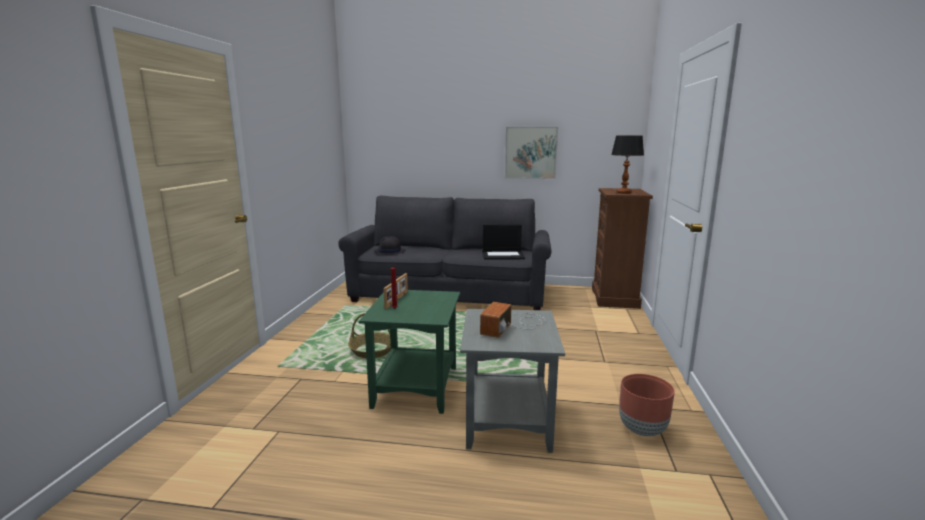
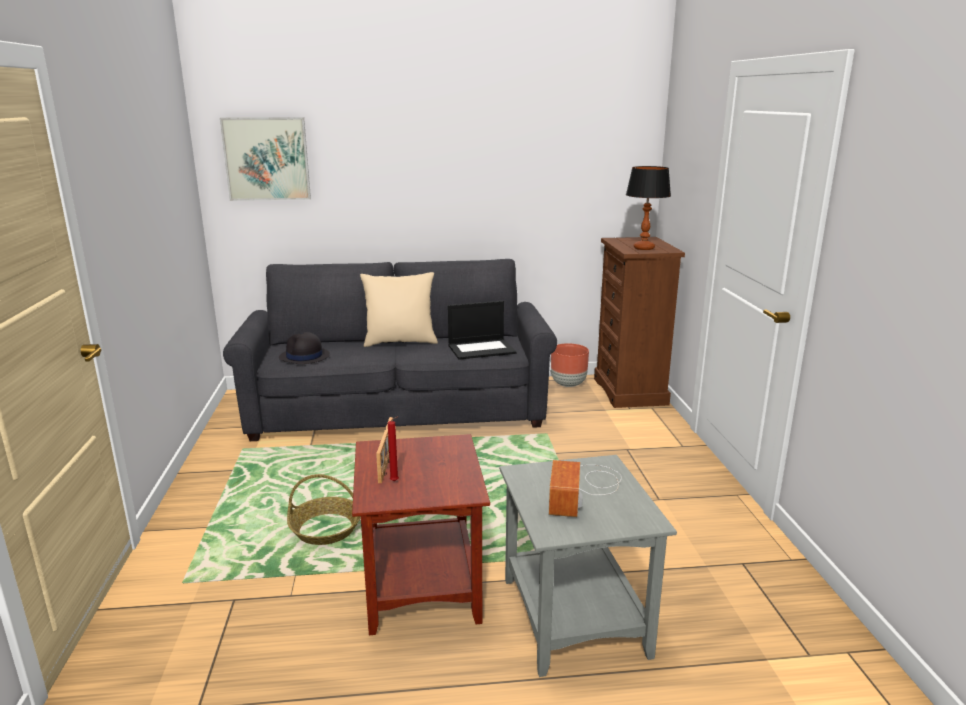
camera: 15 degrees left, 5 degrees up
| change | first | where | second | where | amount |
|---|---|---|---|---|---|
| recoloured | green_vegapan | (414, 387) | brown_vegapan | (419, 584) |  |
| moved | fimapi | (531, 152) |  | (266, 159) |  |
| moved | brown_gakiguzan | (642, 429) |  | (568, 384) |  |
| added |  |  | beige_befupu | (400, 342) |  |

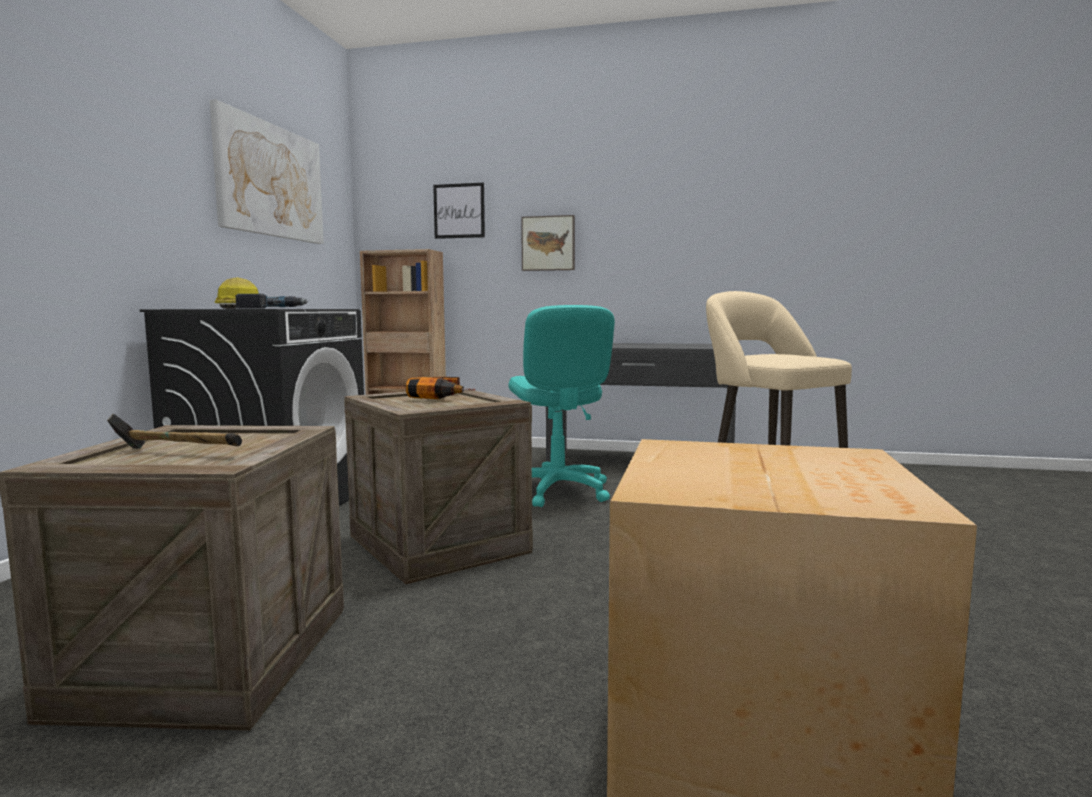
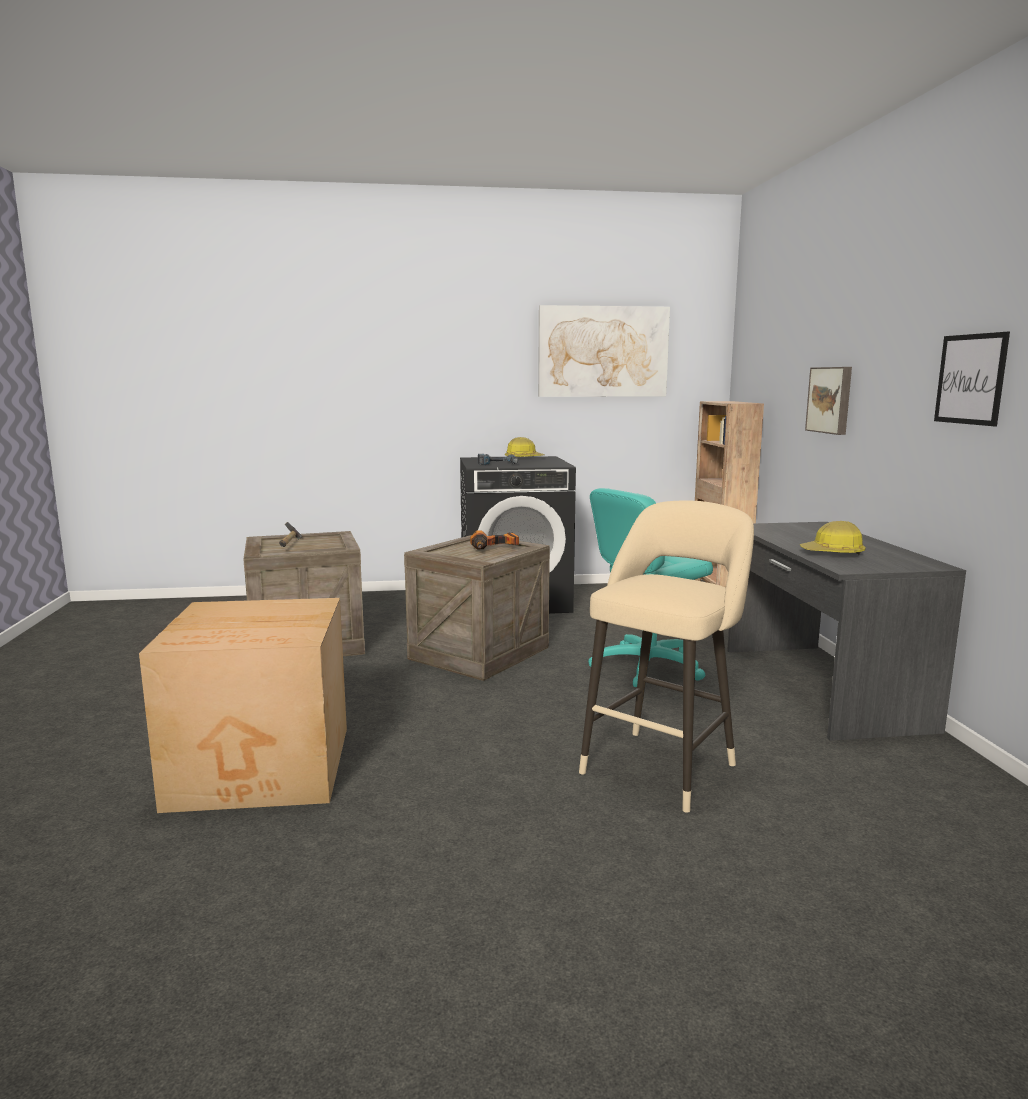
camera: 70 degrees right, 5 degrees up
| change | first | where | second | where | amount |
|---|---|---|---|---|---|
| moved | fimapi | (459, 211) |  | (970, 379) |  |
| added |  |  | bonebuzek | (833, 553) |  |

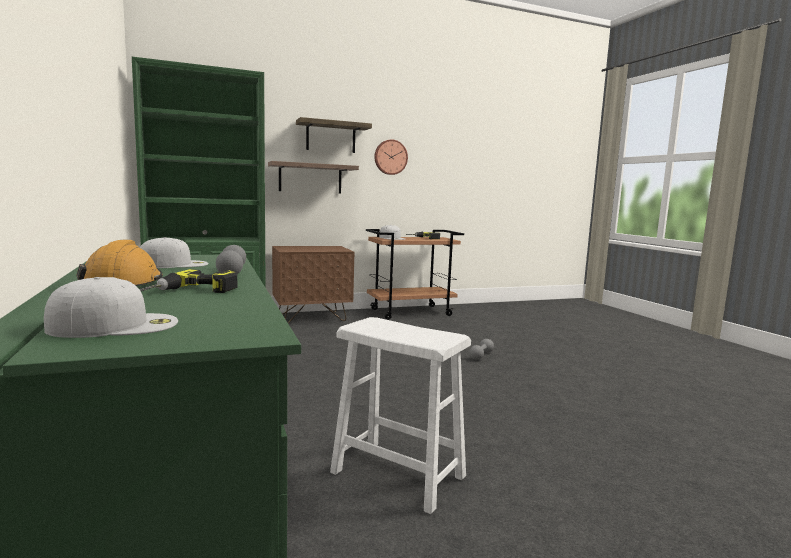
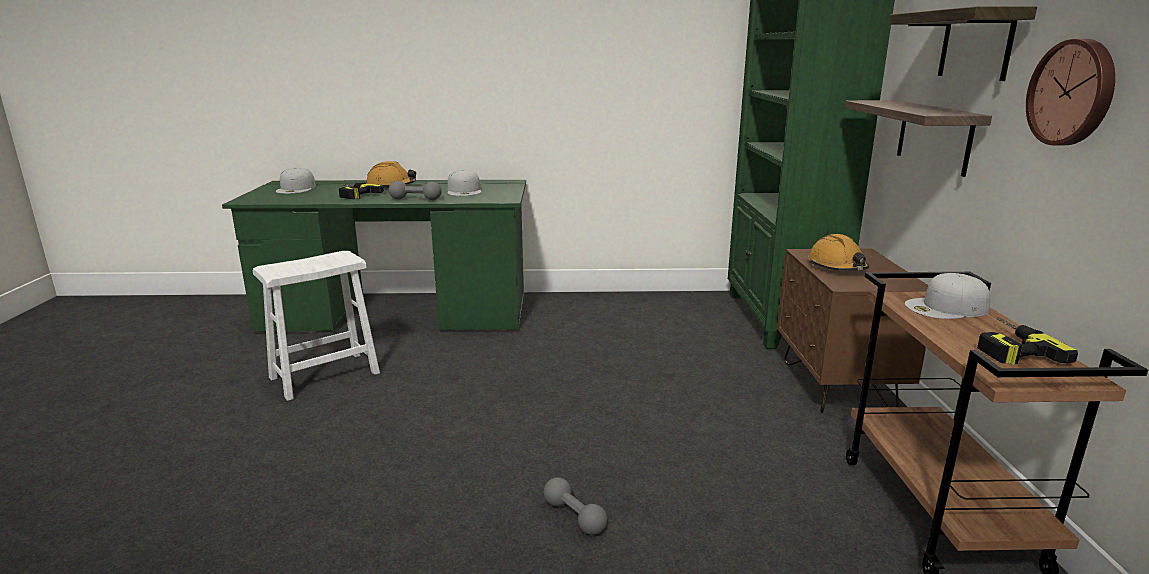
camera: 110 degrees right, 10 degrees up
| change | first | where | second | where | amount |
|---|---|---|---|---|---|
| added |  |  | orange_bonebuzek | (837, 267) |  |

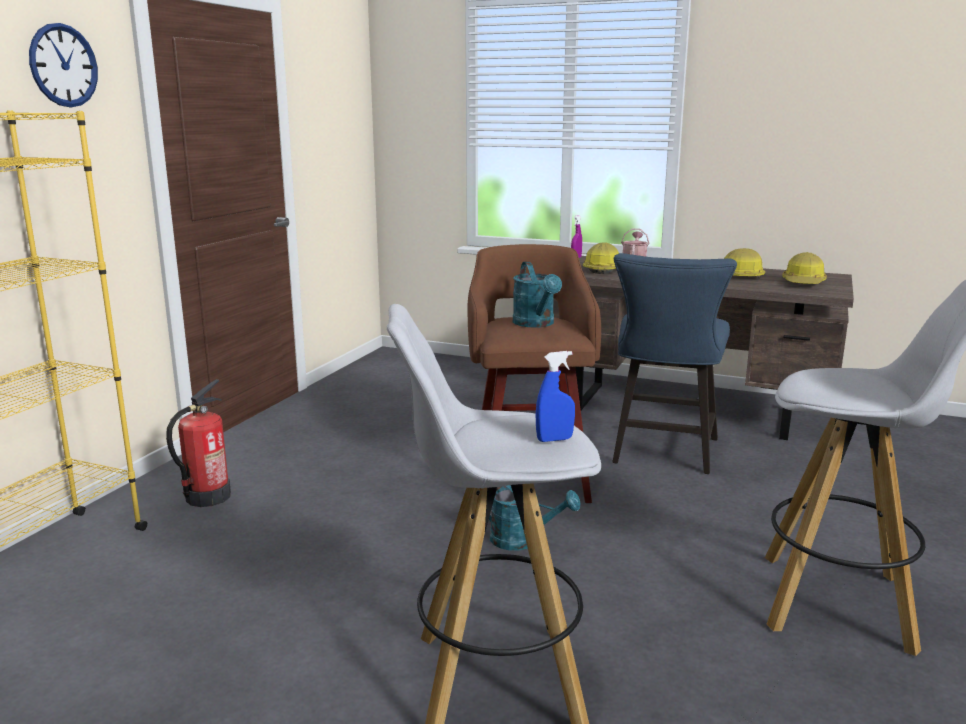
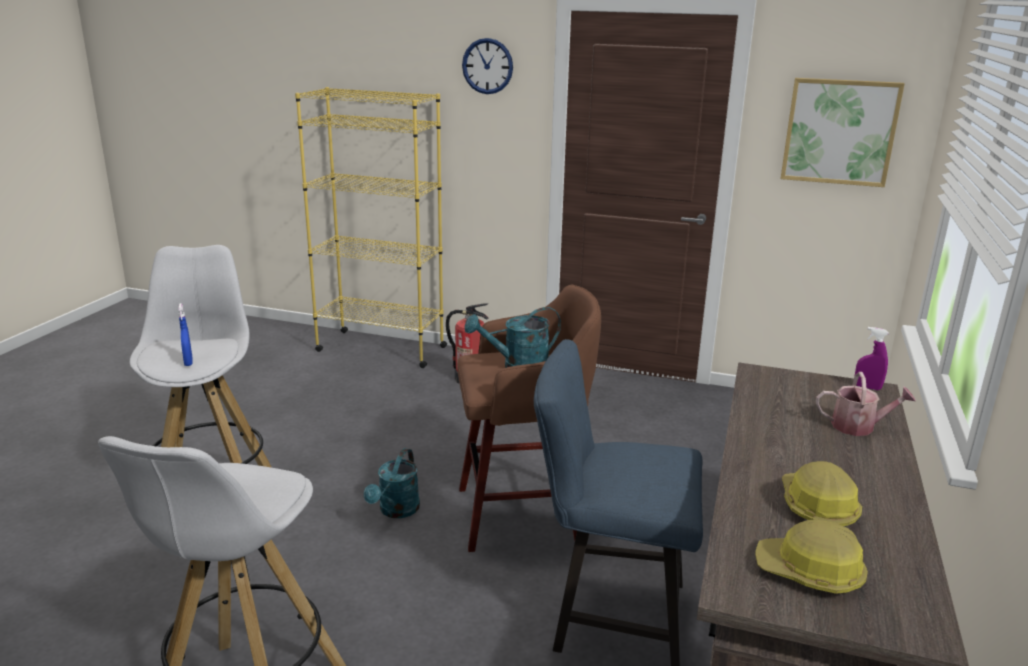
camera: 85 degrees right, 5 degrees up
| change | first | where | second | where | amount |
|---|---|---|---|---|---|
| removed | bonebuzek | (602, 270) |  |  |  |
| added |  |  | fimapi | (839, 132) |  |

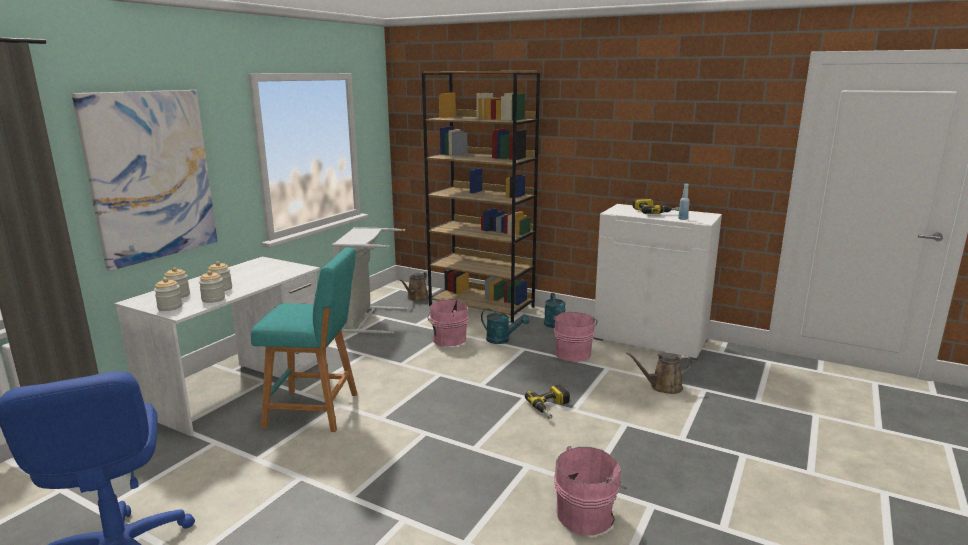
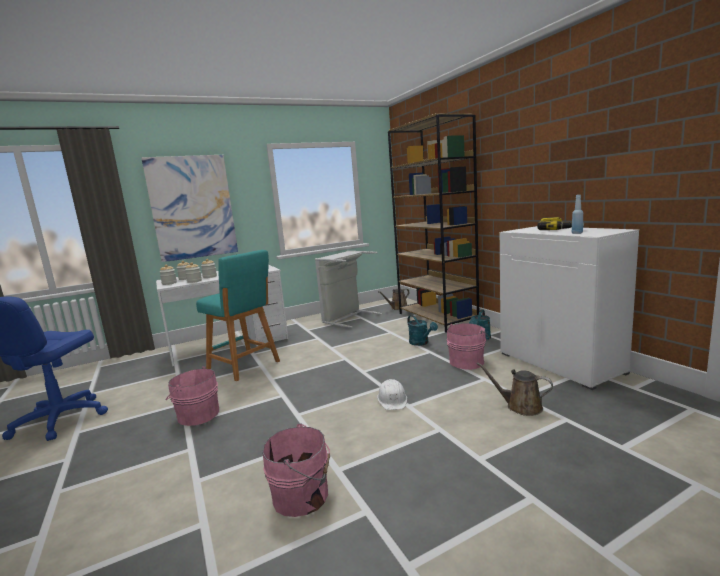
camera: 35 degrees right, 5 degrees down
| change | first | where | second | where | amount |
|---|---|---|---|---|---|
| moved | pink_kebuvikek | (447, 339) |  | (197, 415) |  |
| replaced | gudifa | (551, 407) | white_bonebuzek | (392, 400) |  |

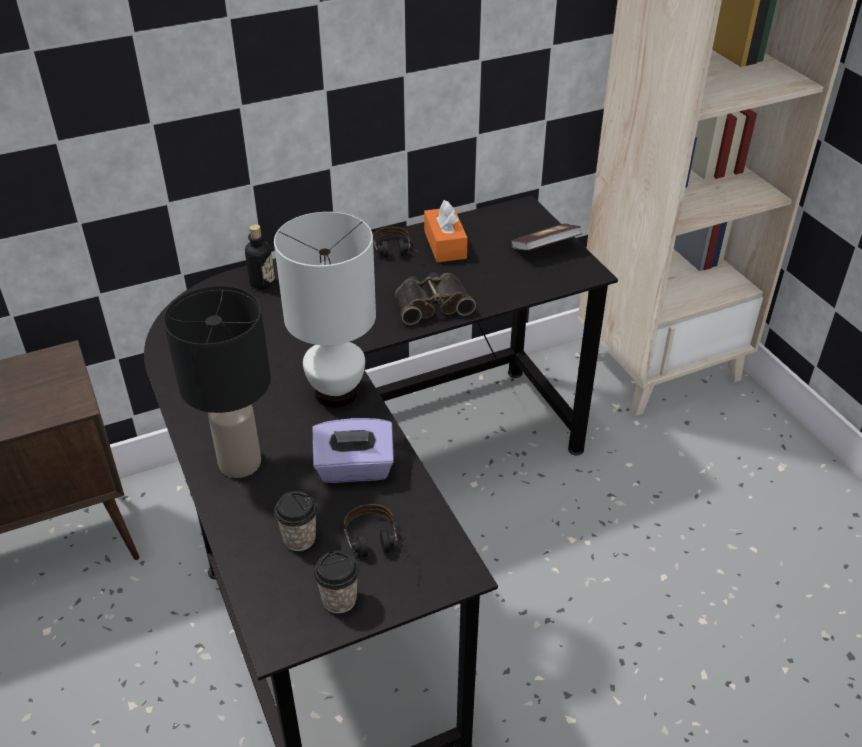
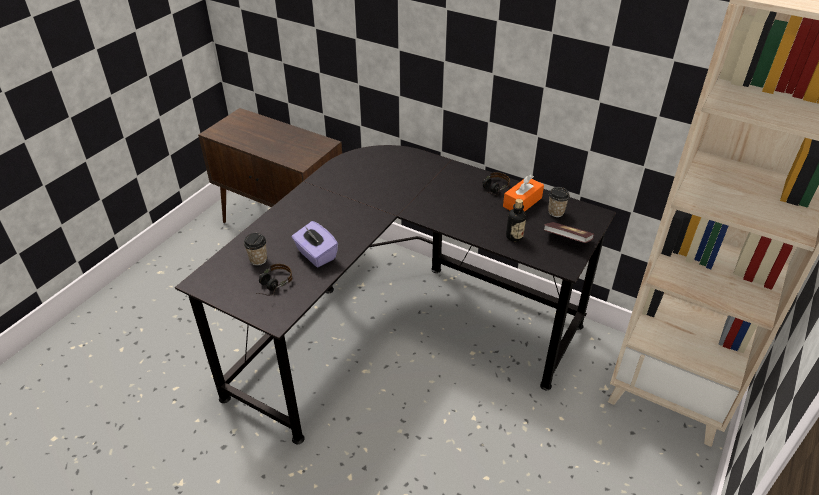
camera: 55 degrees right, 0 degrees up
| change | first | where | second | where | amount |
|---|---|---|---|---|---|
| removed | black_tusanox | (241, 462) |  |  |  |
| moved | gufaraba | (262, 283) |  | (514, 236) |  |
| removed | white_tusanox | (337, 393) |  |  |  |
| moved | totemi | (339, 600) |  | (556, 212) |  |
| removed | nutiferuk | (432, 303) |  |  |  |

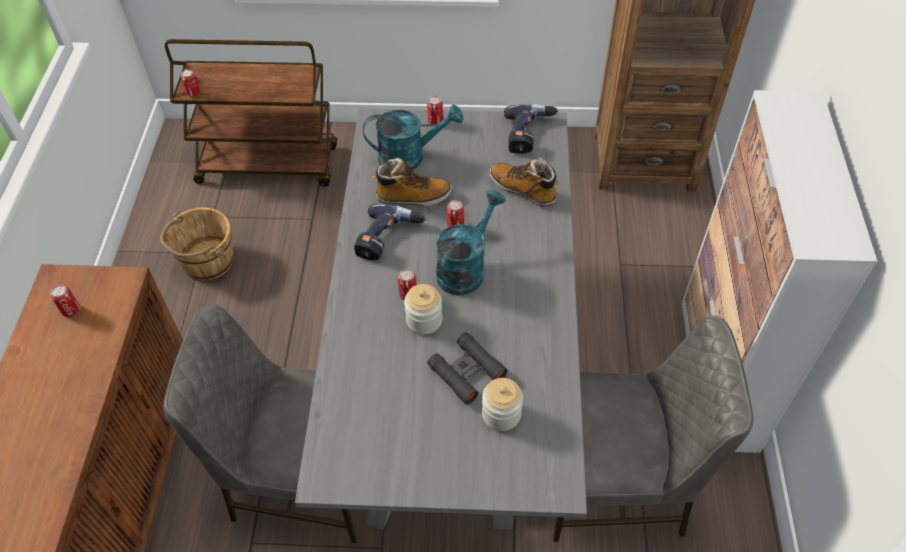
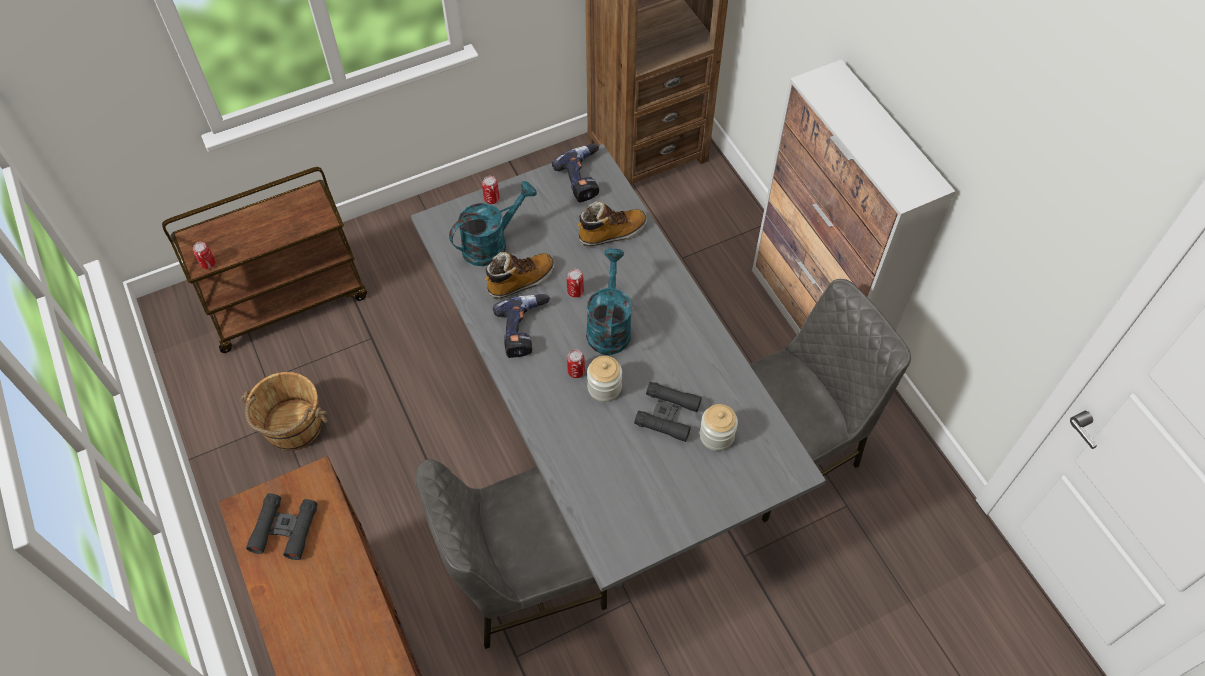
camera: 30 degrees left, 5 degrees up
| change | first | where | second | where | amount |
|---|---|---|---|---|---|
| replaced | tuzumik | (71, 310) | black_nutiferuk | (285, 529) |  |
| turned | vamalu | (523, 189) |  | (612, 233) | 150 degrees clockwise |

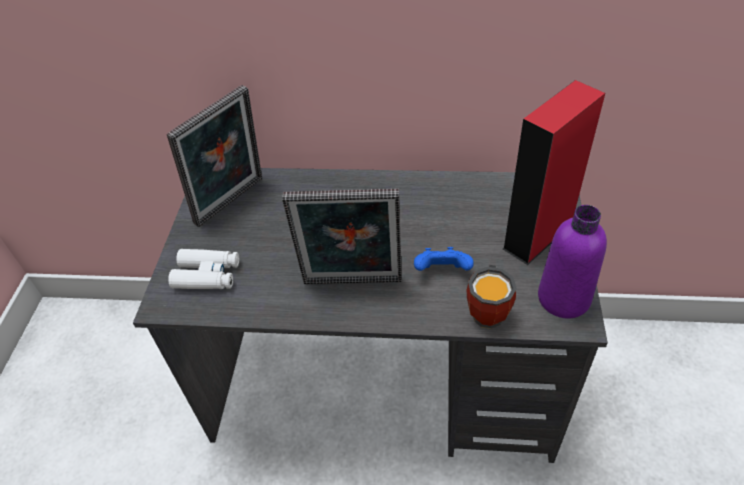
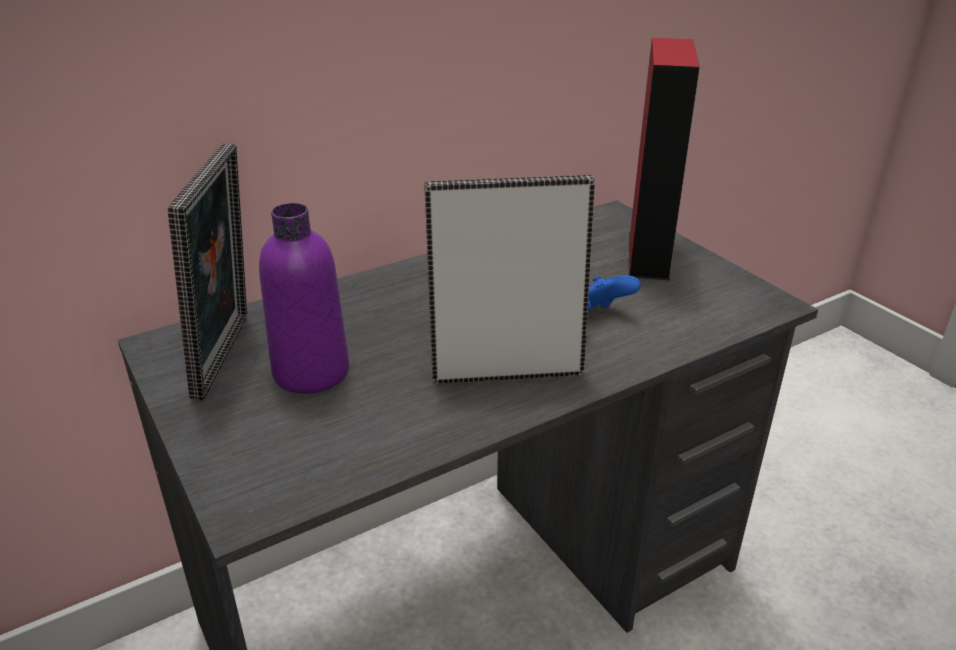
camera: 40 degrees left, 15 degrees down
| change | first | where | second | where | amount |
|---|---|---|---|---|---|
| removed | white_nutiferuk | (207, 275) |  |  |  |
| turned | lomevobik | (352, 284) |  | (506, 370) | 150 degrees counterclockwise |
| removed | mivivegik | (490, 311) |  |  |  |
| moved | purple_gufaraba | (563, 298) |  | (311, 372) |  |

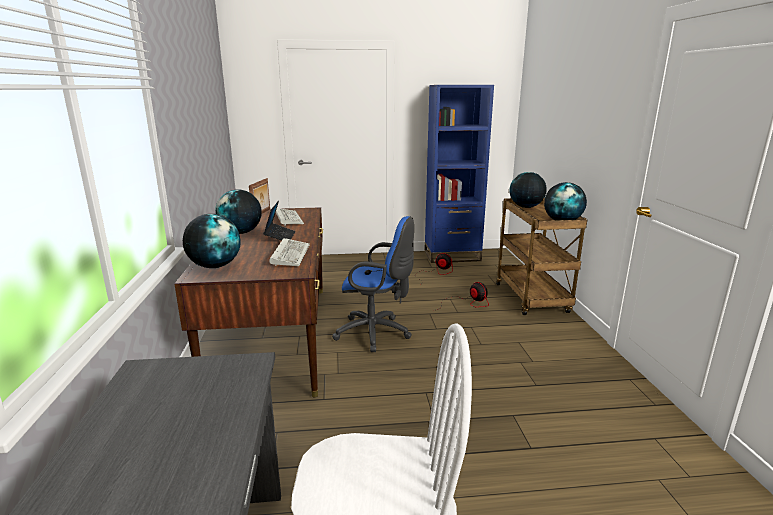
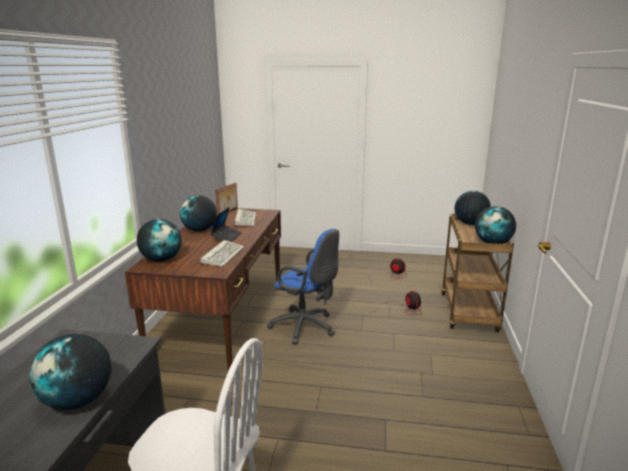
camera: 15 degrees right, 0 degrees up
| change | first | where | second | where | amount |
|---|---|---|---|---|---|
| removed | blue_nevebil | (452, 256) |  |  |  |
| added |  |  | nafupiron | (78, 401) |  |

